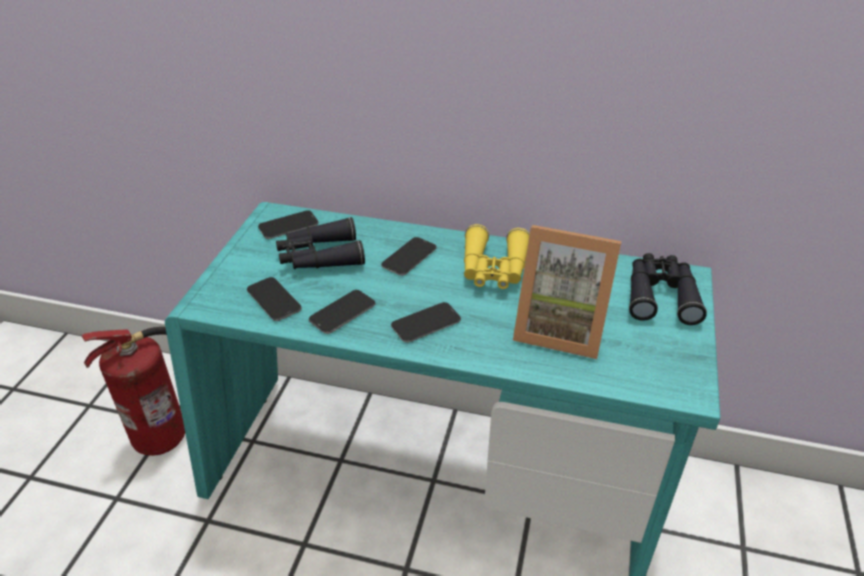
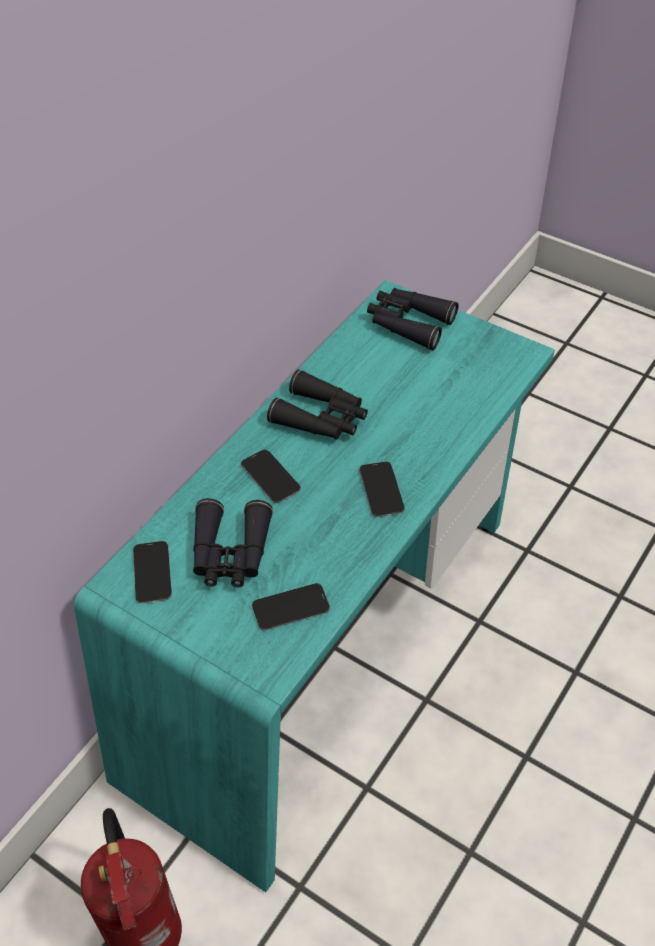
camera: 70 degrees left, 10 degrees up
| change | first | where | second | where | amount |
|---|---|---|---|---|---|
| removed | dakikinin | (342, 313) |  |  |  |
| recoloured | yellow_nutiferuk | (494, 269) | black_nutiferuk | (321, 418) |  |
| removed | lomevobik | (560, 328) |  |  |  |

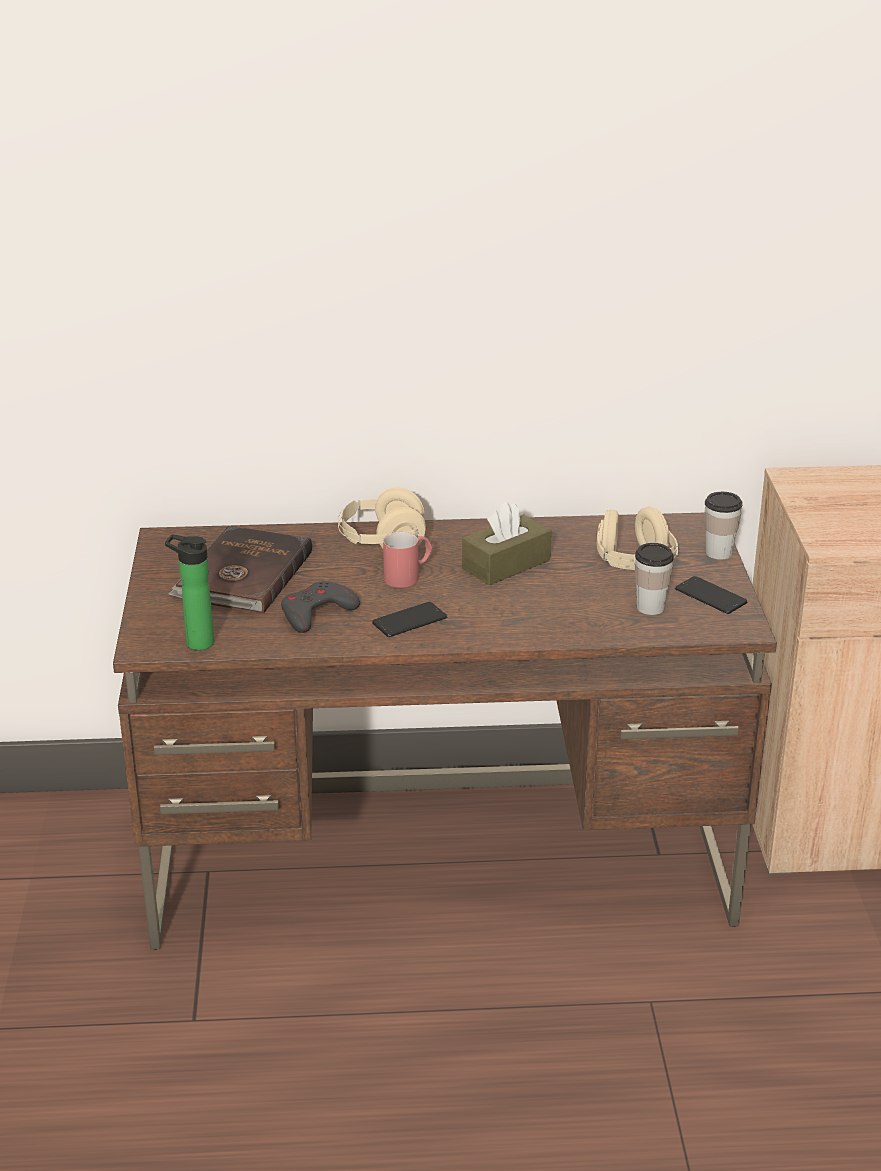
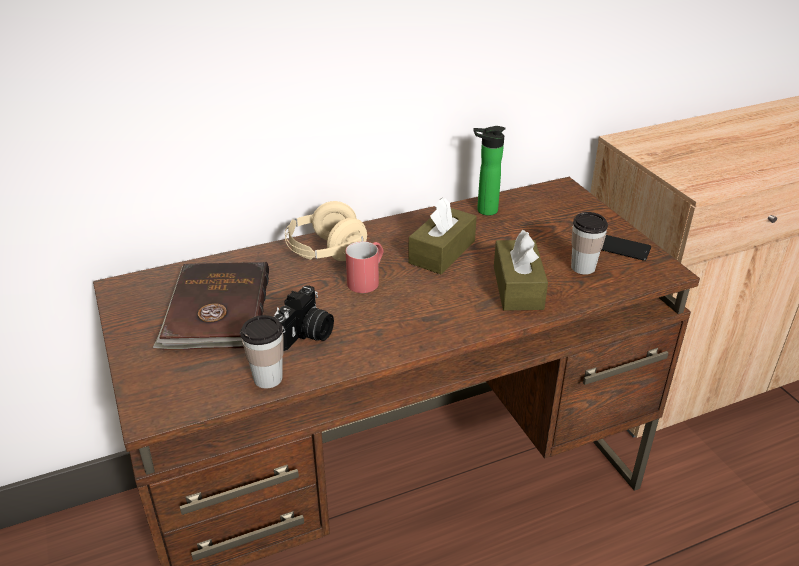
camera: 20 degrees left, 5 degrees up
| change | first | where | second | where | amount |
|---|---|---|---|---|---|
| moved | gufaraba | (195, 642) |  | (484, 210) |  |
| replaced | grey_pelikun | (316, 613) | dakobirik | (306, 335) |  |
| removed | dakikinin | (409, 621) |  |  |  |
| removed | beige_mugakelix | (634, 565) |  |  |  |
| moved | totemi | (718, 553) |  | (268, 378) |  |
| added |  |  | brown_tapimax | (518, 287) |  |

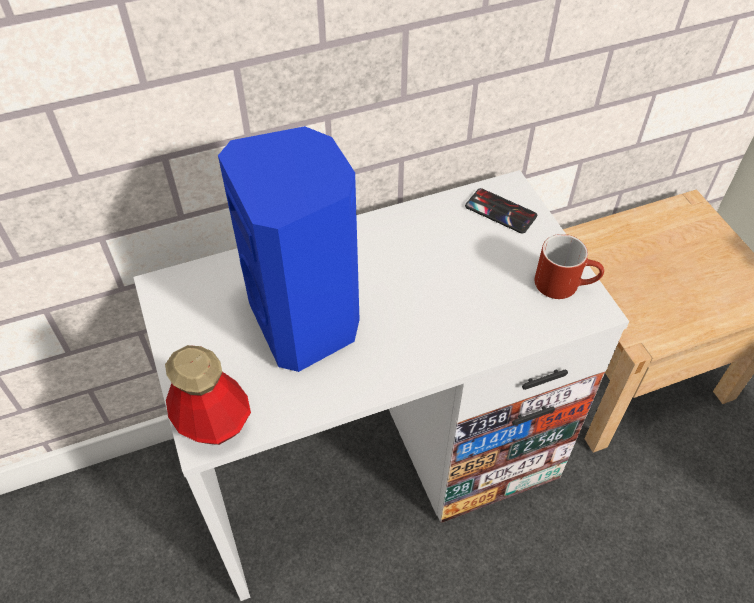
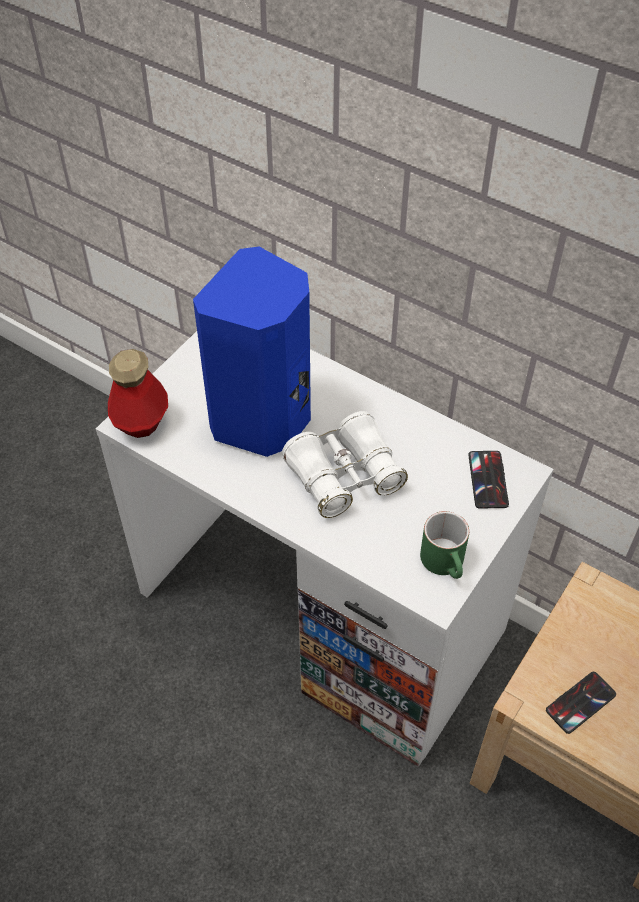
camera: 55 degrees right, 0 degrees up
| change | first | where | second | where | amount |
|---|---|---|---|---|---|
| recoloured | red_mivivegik | (565, 283) | green_mivivegik | (446, 564) |  |
| added |  |  | white_nutiferuk | (344, 476) |  |
| added |  |  | dakikinin | (580, 702) |  |

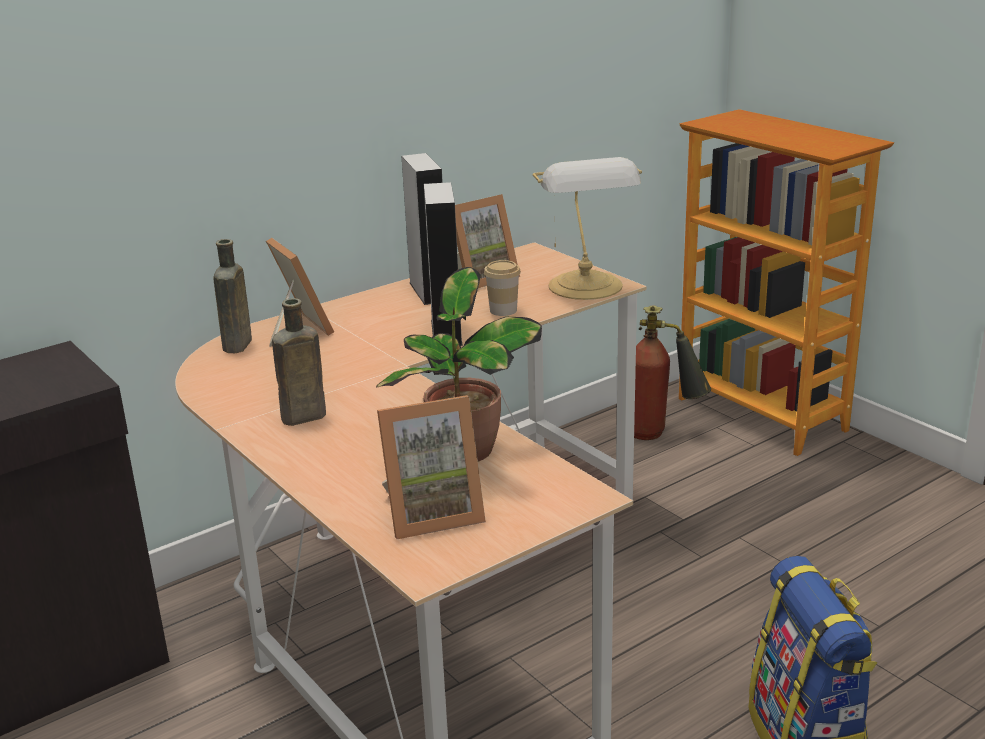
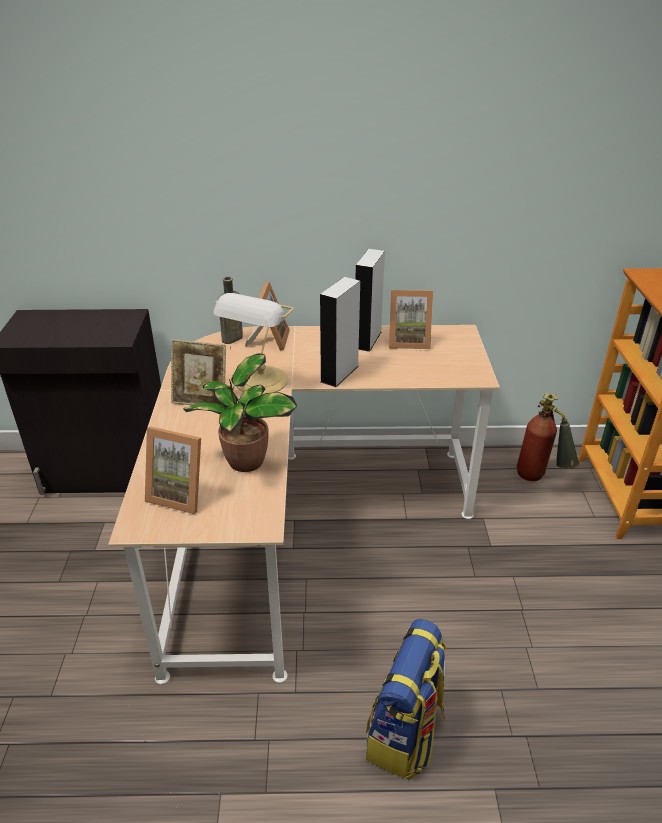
camera: 35 degrees right, 10 degrees up
| change | first | where | second | where | amount |
|---|---|---|---|---|---|
| replaced | brown_gufaraba | (300, 418) | lomevobik | (201, 400) |  |
| removed | totemi | (503, 310) |  |  |  |
| moved | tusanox | (587, 287) |  | (260, 382) |  |

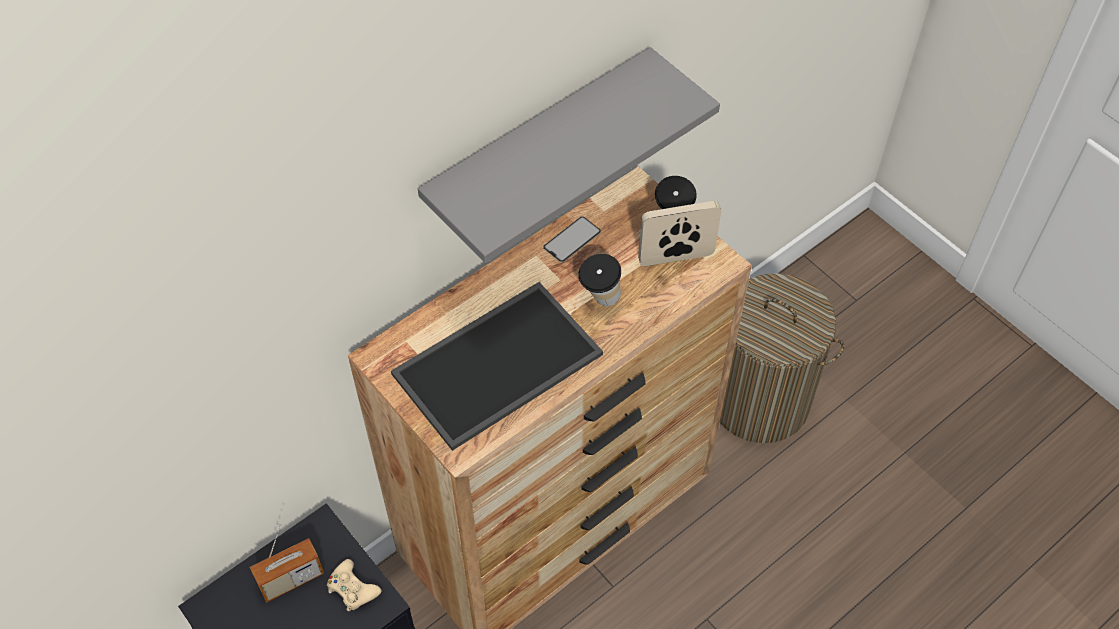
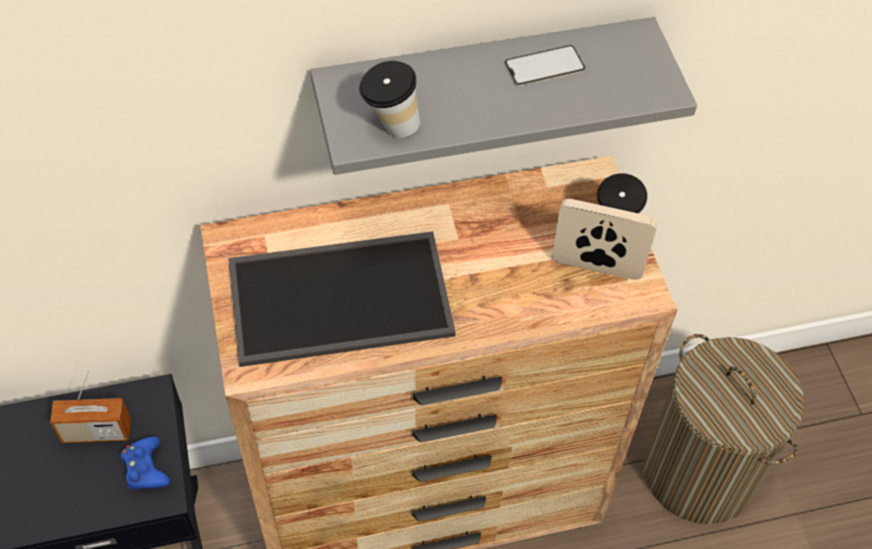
camera: 25 degrees right, 0 degrees up
| change | first | where | second | where | amount |
|---|---|---|---|---|---|
| recoloured | beige_pelikun | (352, 589) | blue_pelikun | (145, 468) |  |
| moved | dakikinin | (572, 240) |  | (544, 66) |  |
| moved | totemi | (599, 300) |  | (390, 128) |  |

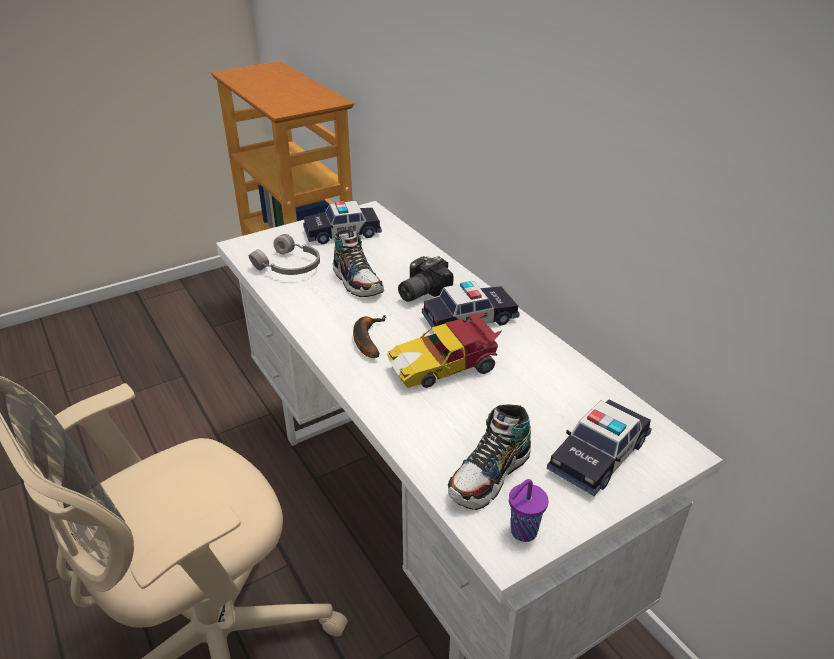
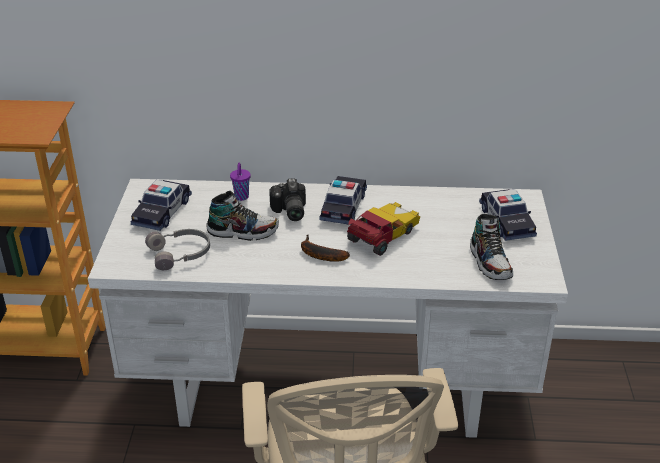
camera: 55 degrees left, 0 degrees up
| change | first | where | second | where | amount |
|---|---|---|---|---|---|
| turned | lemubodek | (445, 366) |  | (382, 236) | 150 degrees counterclockwise |
| moved | purple_totemi | (522, 532) |  | (241, 197) |  |

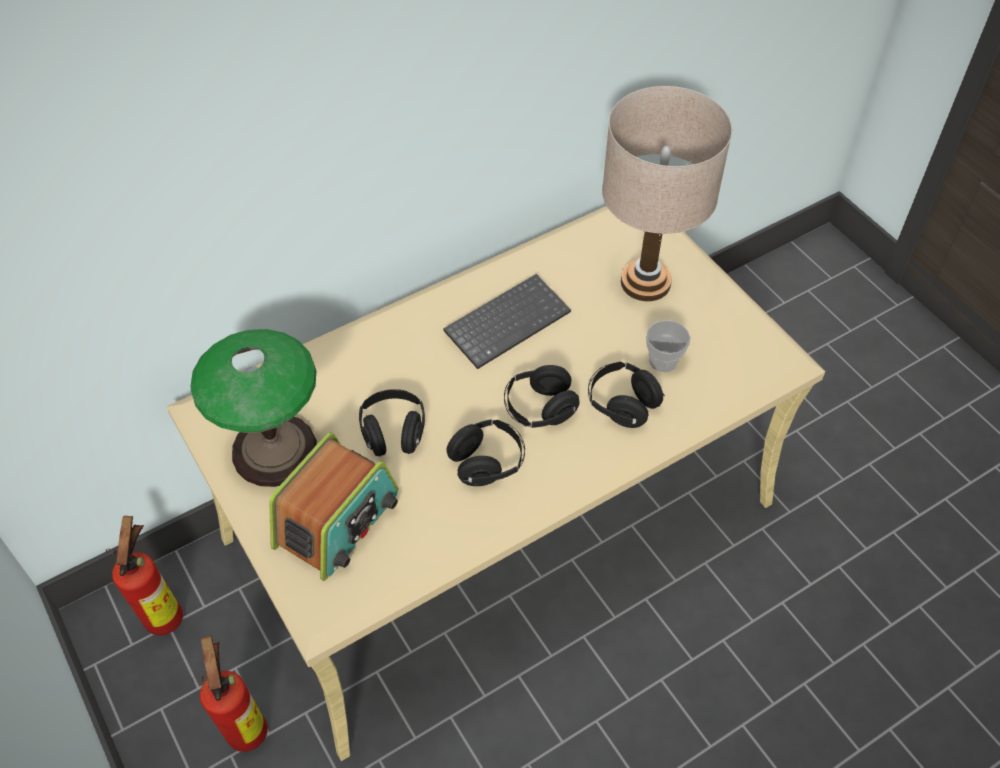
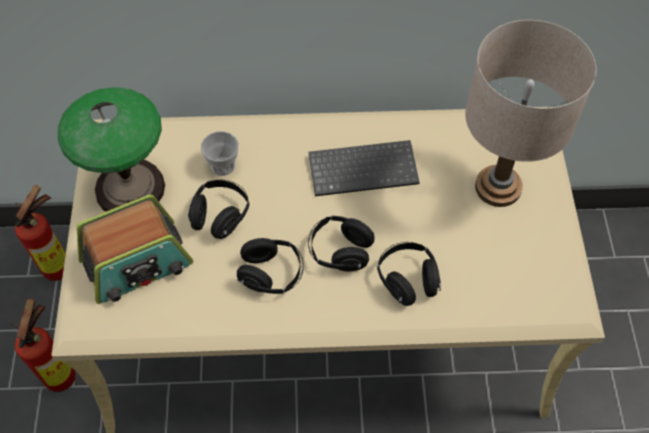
camera: 30 degrees right, 5 degrees up
| change | first | where | second | where | amount |
|---|---|---|---|---|---|
| moved | totemi | (663, 361) |  | (223, 165) |  |

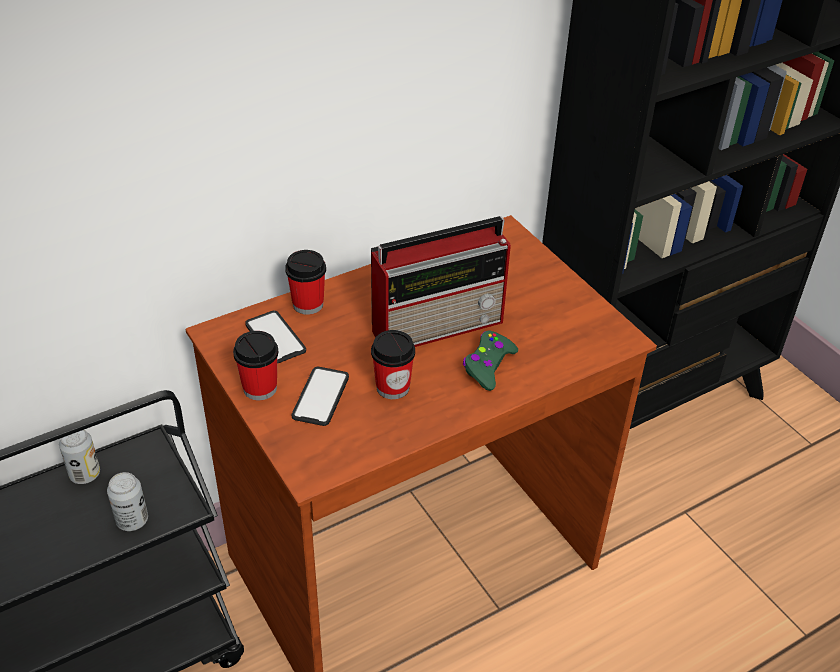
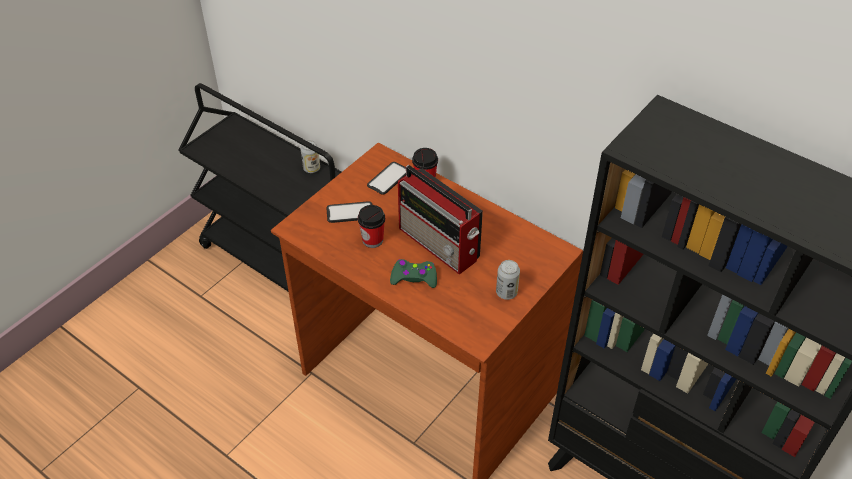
camera: 70 degrees right, 5 degrees up
| change | first | where | second | where | amount |
|---|---|---|---|---|---|
| moved | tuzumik | (132, 520) |  | (506, 293) |  |
| removed | totemi | (260, 388) |  |  |  |

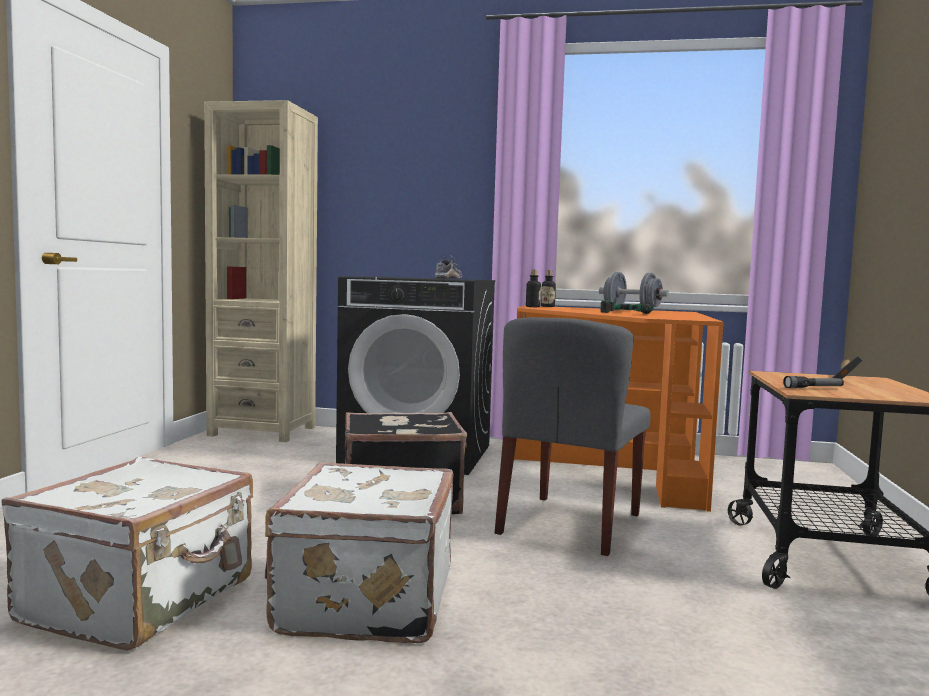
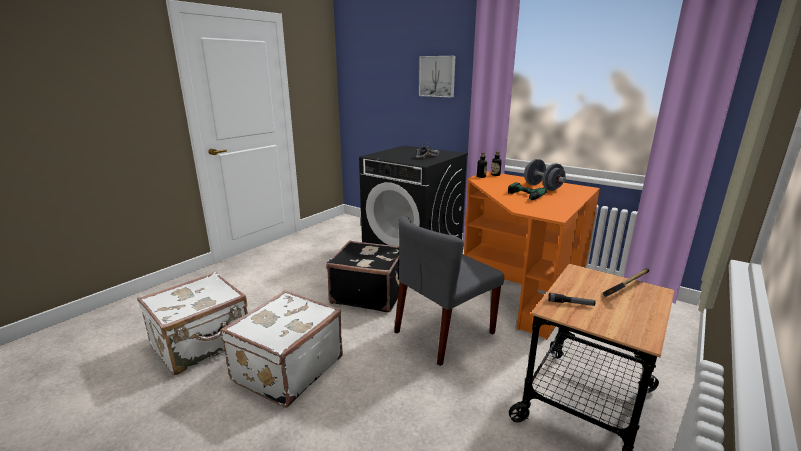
camera: 25 degrees right, 15 degrees up
| change | first | where | second | where | amount |
|---|---|---|---|---|---|
| removed | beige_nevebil | (263, 431) |  |  |  |
| added |  |  | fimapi | (437, 76) |  |

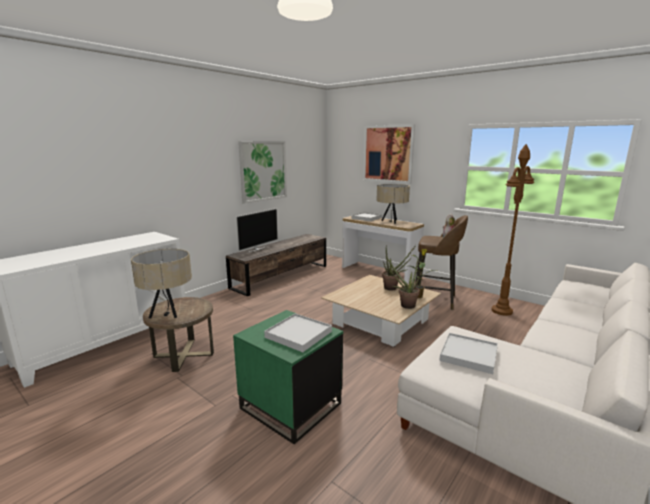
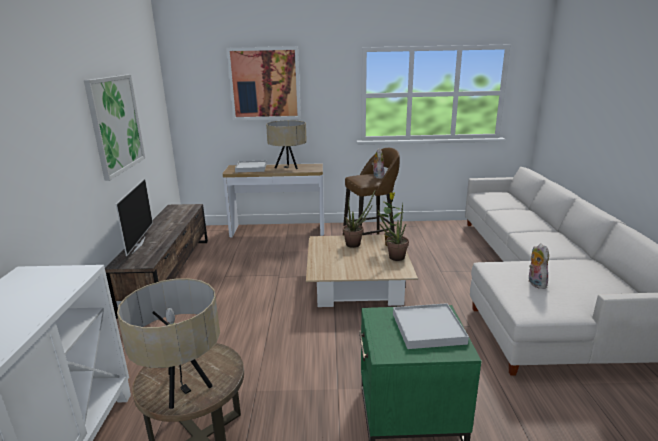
camera: 40 degrees left, 5 degrees up
| change | first | where | second | where | amount |
|---|---|---|---|---|---|
| replaced | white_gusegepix | (469, 355) | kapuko | (535, 283) |  |
| removed | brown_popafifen | (502, 311) |  |  |  |

